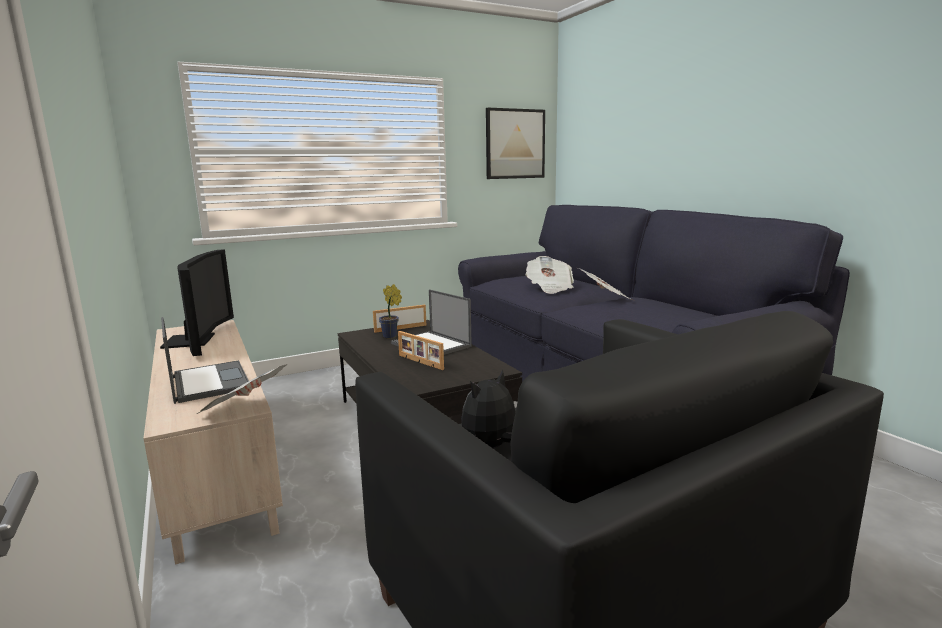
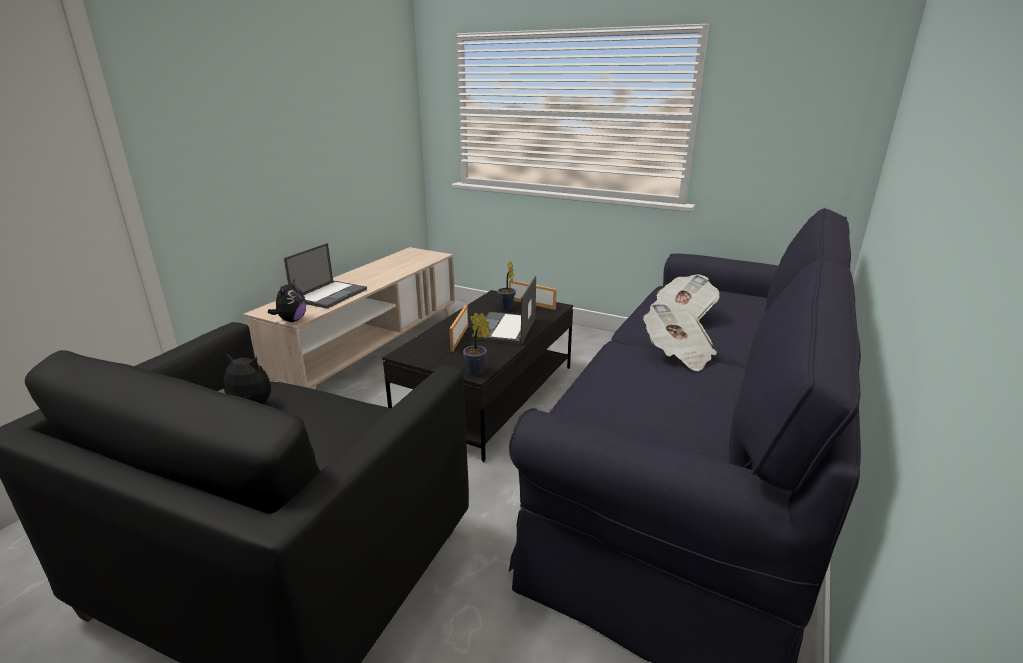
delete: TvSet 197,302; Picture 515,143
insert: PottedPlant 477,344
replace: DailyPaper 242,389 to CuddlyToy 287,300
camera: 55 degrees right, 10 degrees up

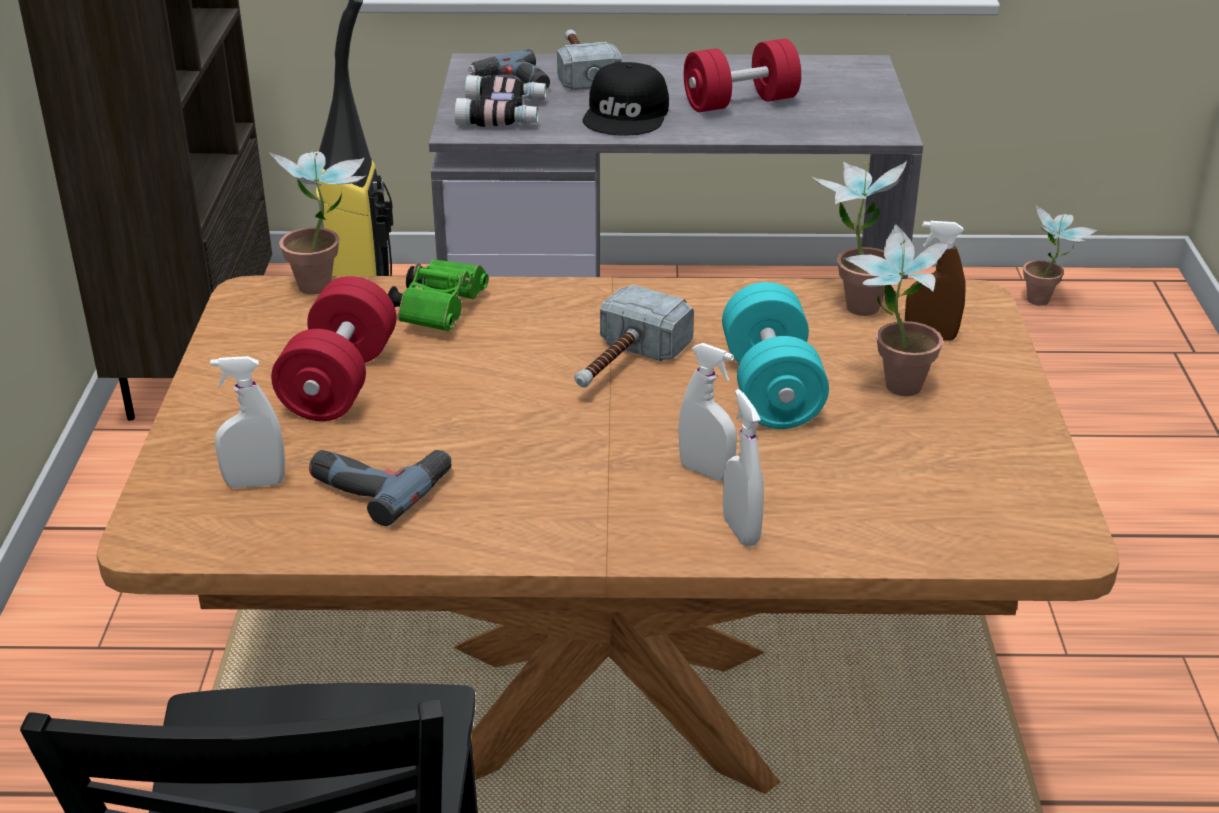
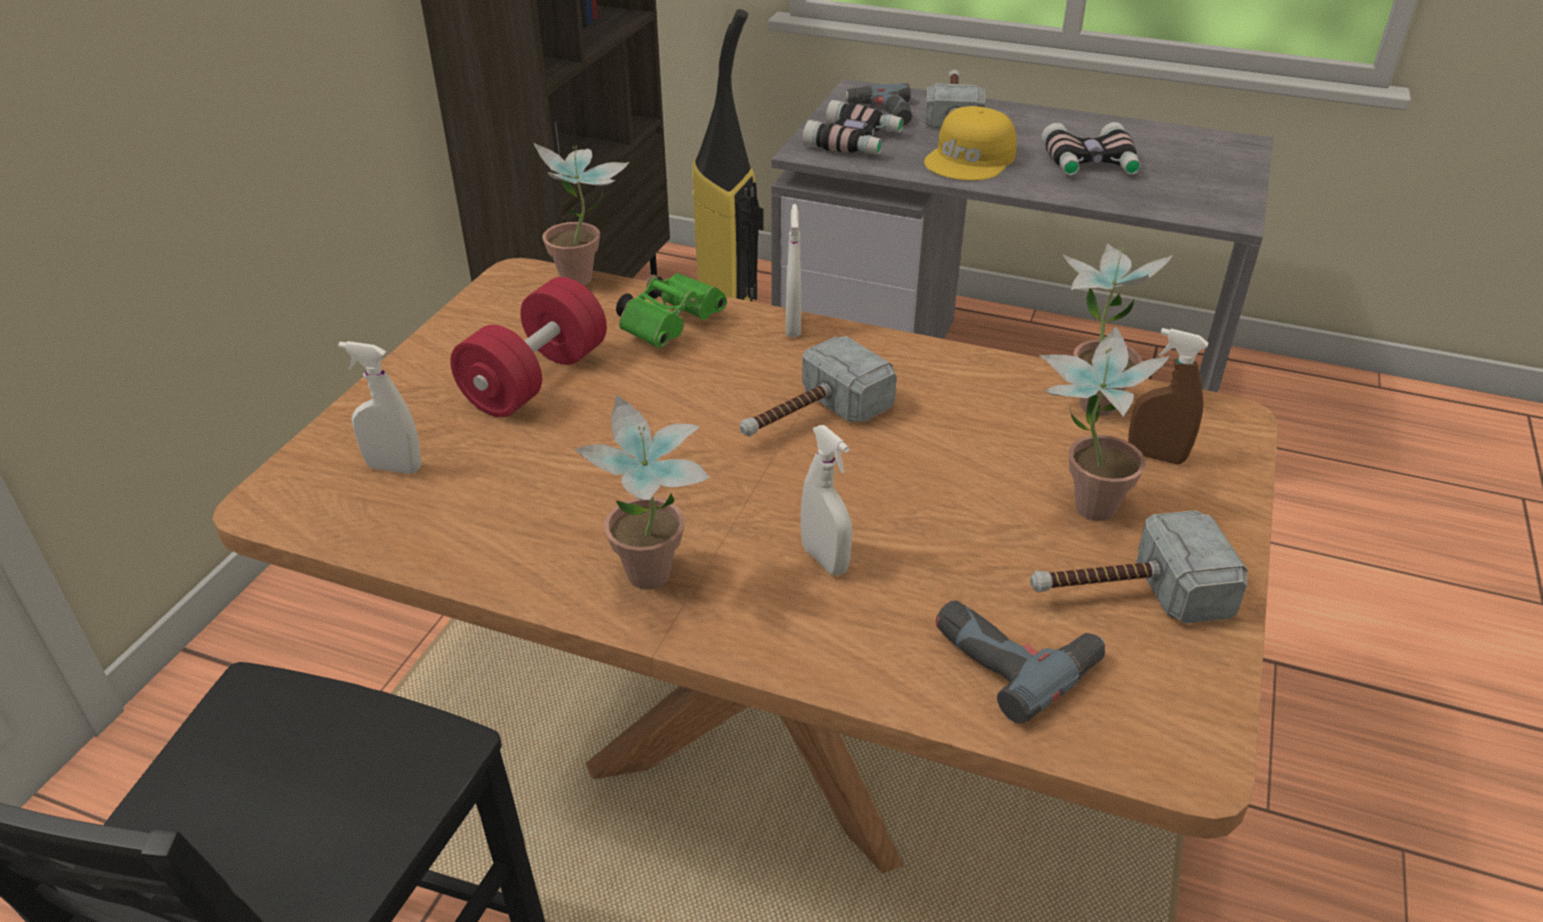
delete: BlueGreenHandWeight 775,355
insert: ToolHammer 1139,567
move: PottedPlant 1060,255 to 642,492; WhiteColouredSprayBottle 743,468 to 793,270; PowerDrill 380,488 to 1020,662
replace: RedColouredHandWeight 742,75 to PairOfBinoculars 1091,148
recolor: BlackishCap 626,99 to YellowColouredCap 970,143
camera: 20 degrees right, 5 degrees up

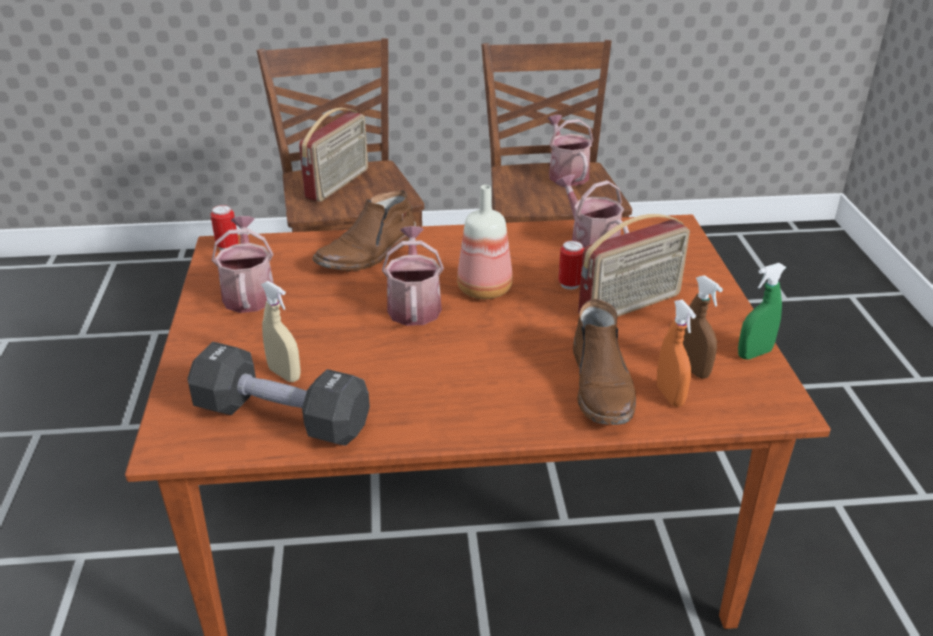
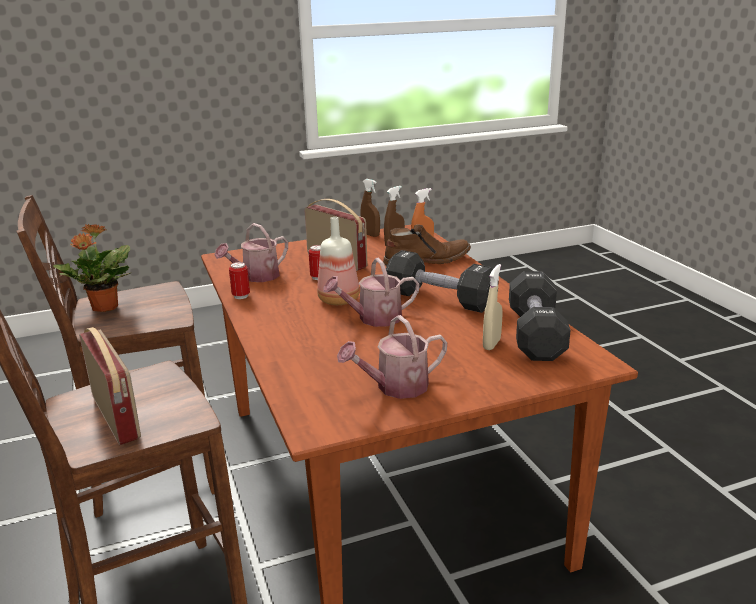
delete: BrownColouredTallBoot 364,230
insert: BlackishHandWeight 442,281
move: Can 224,227 to 239,280
replace: SprinklingCan 570,150 to PottedPlant 91,268
recolor: GreenSprayBottle 762,311 to BrownColouredSprayBottle 370,208
rotate: RadioReceiver 333,155 = 110,386 45 degrees clockwise
camera: 105 degrees left, 10 degrees down

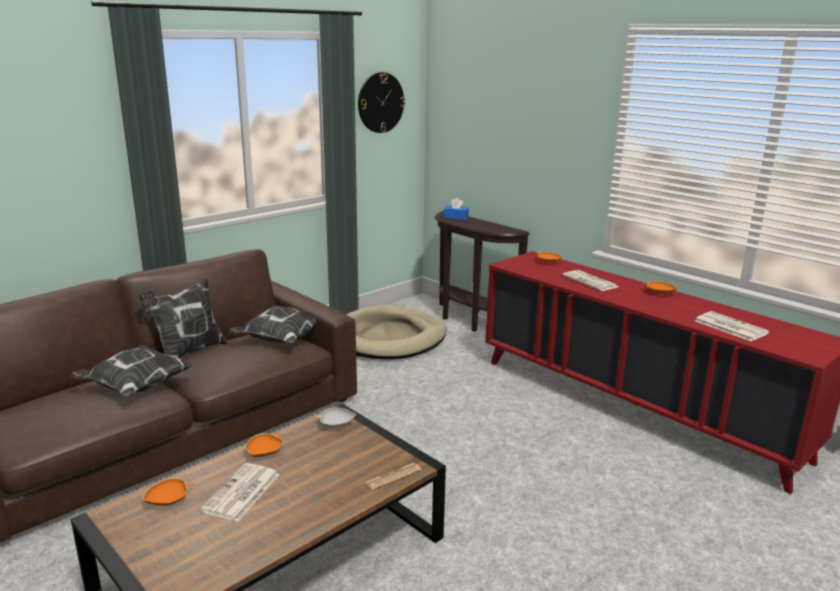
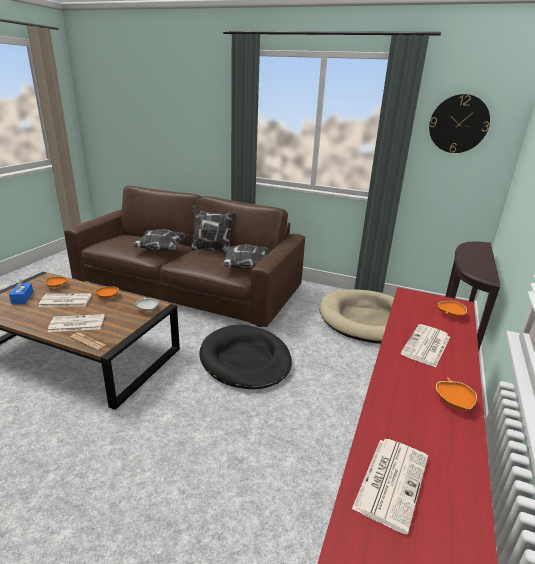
insert: DailyPaper 76,323; BlackishPetBed 245,357
move: BlueTissueHolder 456,209 to 21,291
camera: 65 degrees right, 5 degrees up

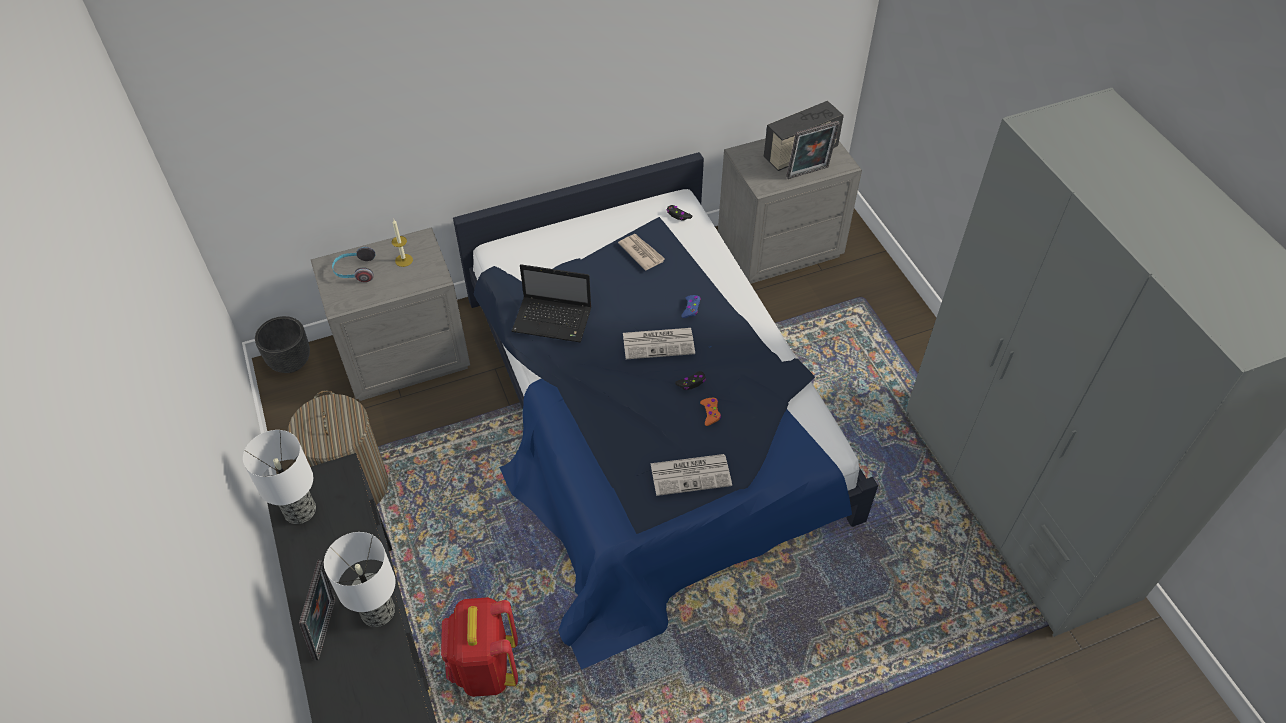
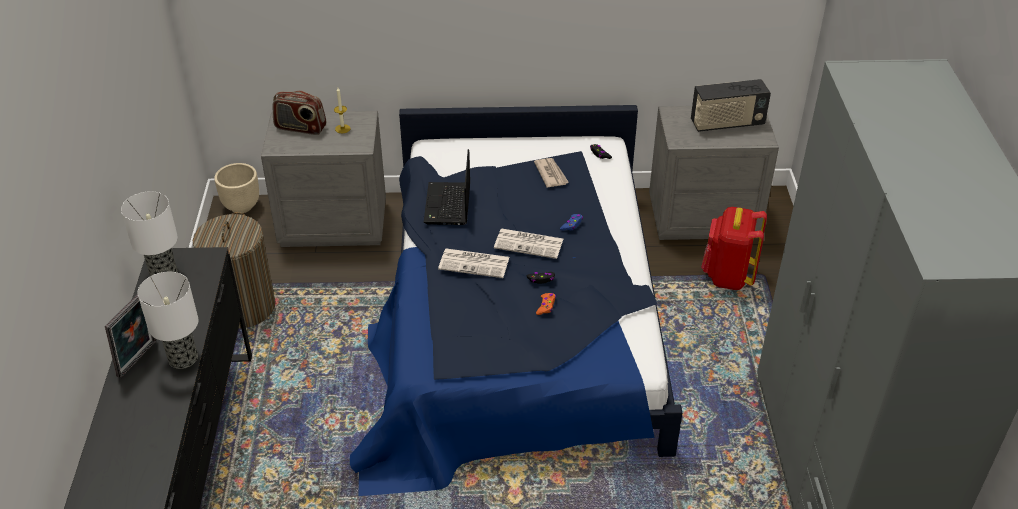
delete: StandingFrame 813,150
move: DailyPaper 691,475 to 473,263; RedColouredBackpack 479,647 to 734,248
replace: PairOfHeadphones 353,264 to RadioReceiver 299,112
recolor: BlackishPlanter 282,344 to BeigeColouredPlanter 236,188
rotate: Laptop 551,303 = 447,187 60 degrees clockwise
camera: 20 degrees right, 10 degrees down

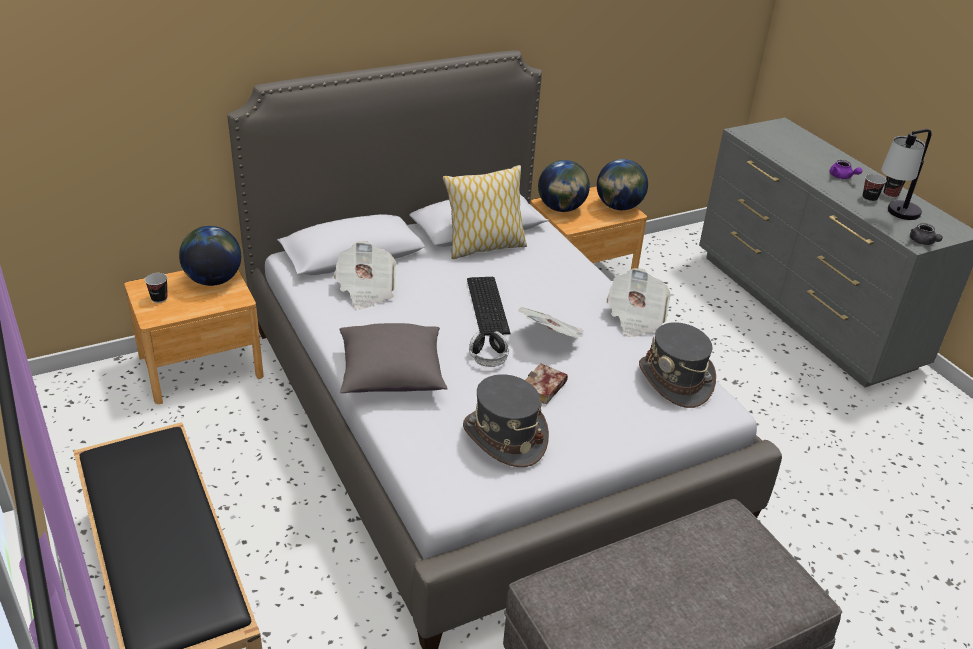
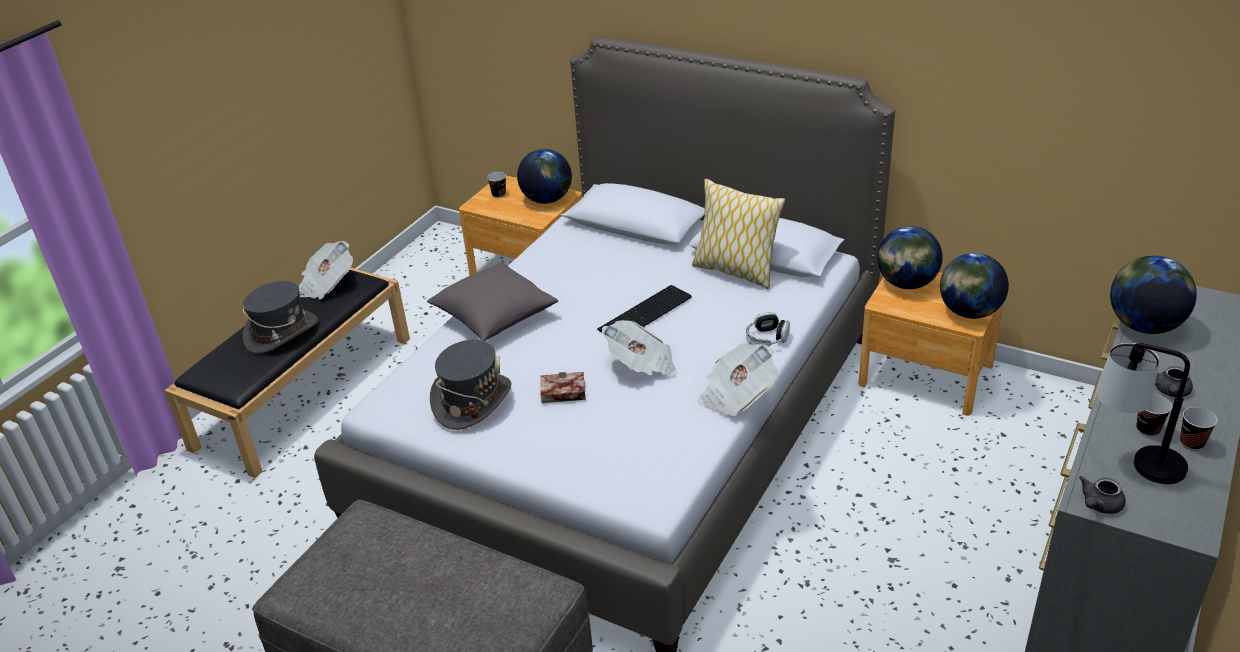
insert: WorldGlobe 1153,295
move: GrayClothingHat 677,365 to 280,317; DailyPaper 365,275 to 325,270; PairOfHeadphones 489,349 to 768,329
recolor: PurplishTeaPot 845,169 to GrayTeaPot 1174,381
camera: 60 degrees right, 0 degrees up

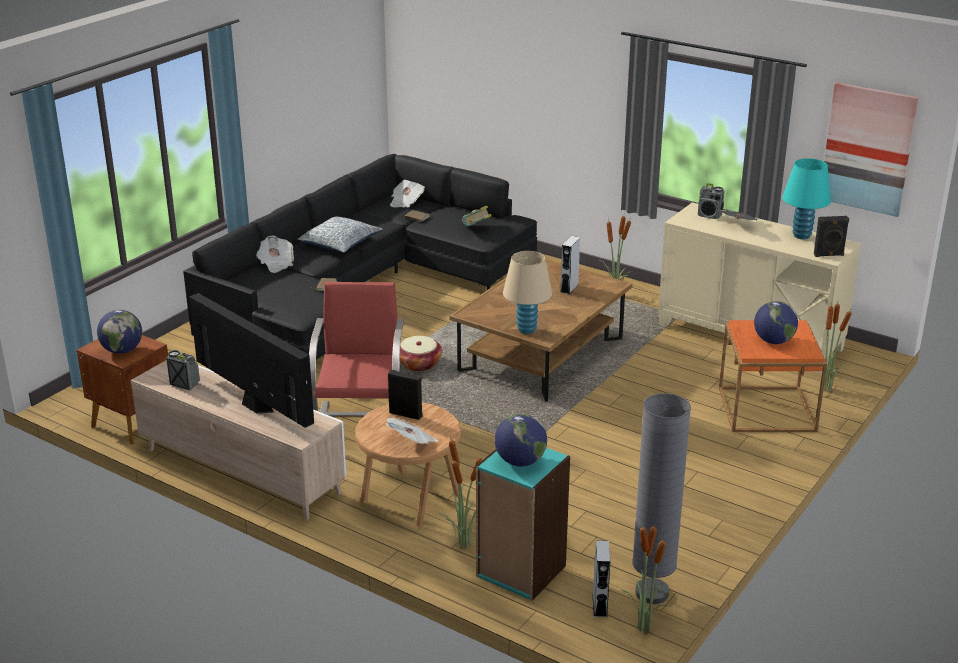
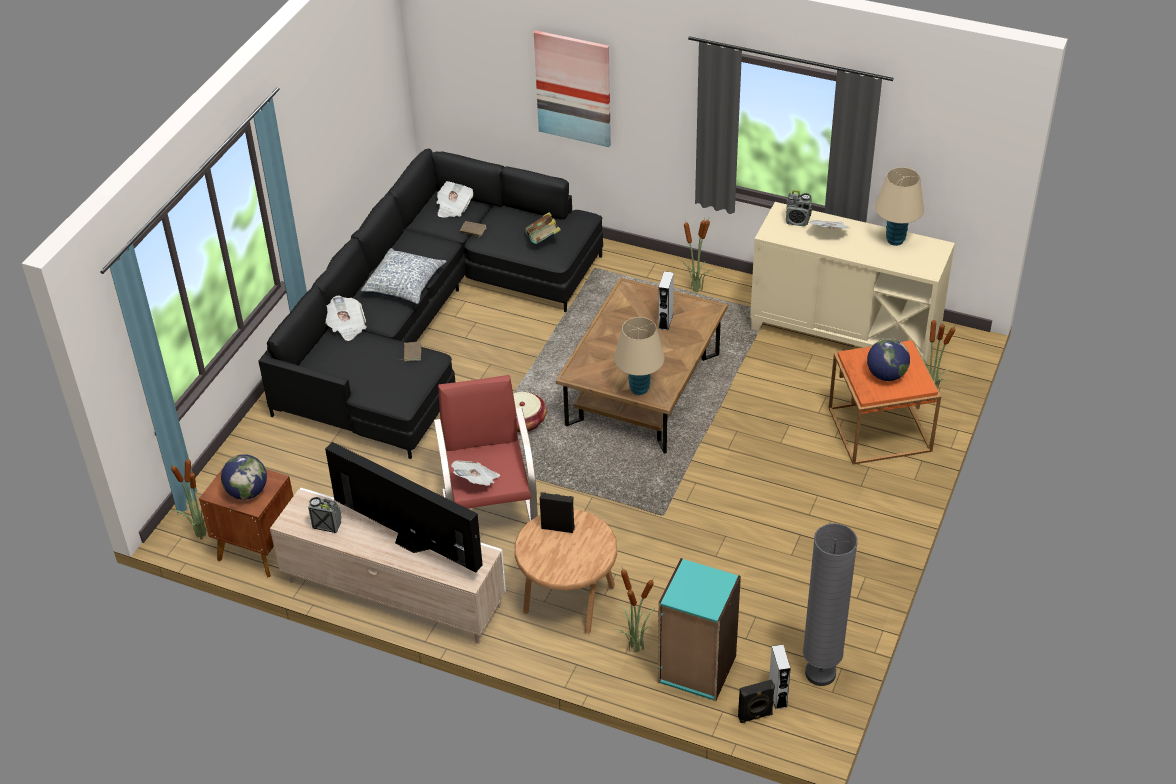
delete: WorldGlobe 521,440
move: PottedPlant 644,578 to 189,499; DailyPaper 411,431 to 475,473; Picture 871,149 to 572,88; BlackishLoudspeaker 831,236 to 756,701
recolor: BlueGreenTableLamp 806,198 to BeigeColouredTableLamp 899,206
camera: 10 degrees left, 15 degrees up

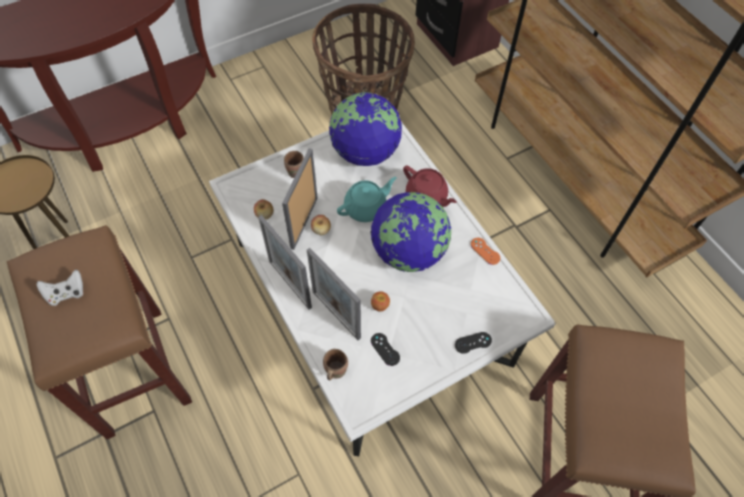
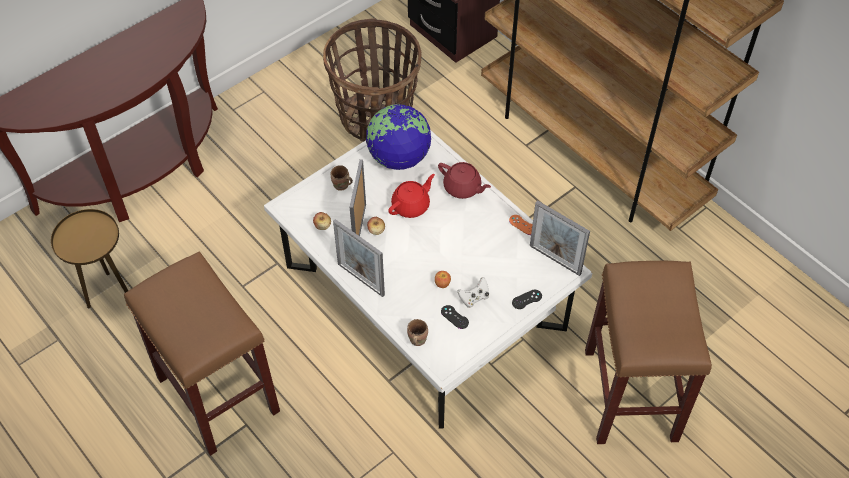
delete: WorldGlobe 410,232
move: WhiteColouredGamepad 60,287 to 473,292; StandingFrame 334,294 to 560,238
recolor: BlueGreenTeaPot 367,199 to RedColouredTeaPot 411,196
camera: 10 degrees left, 5 degrees down

